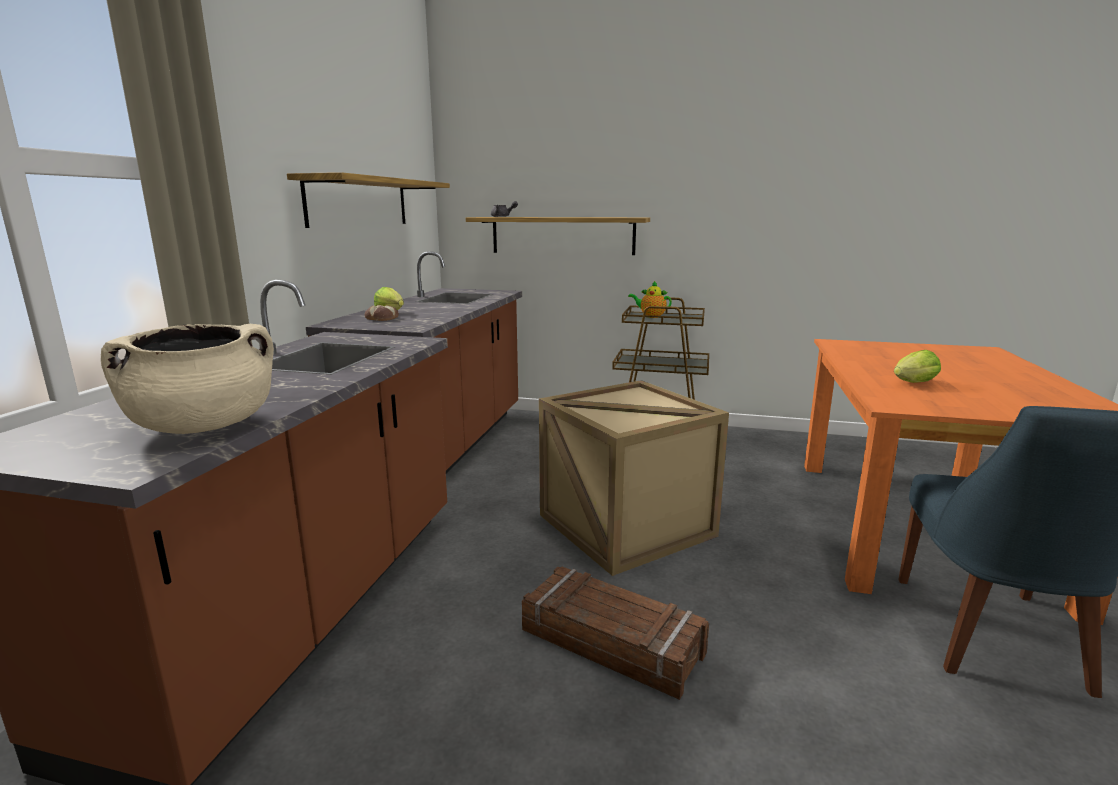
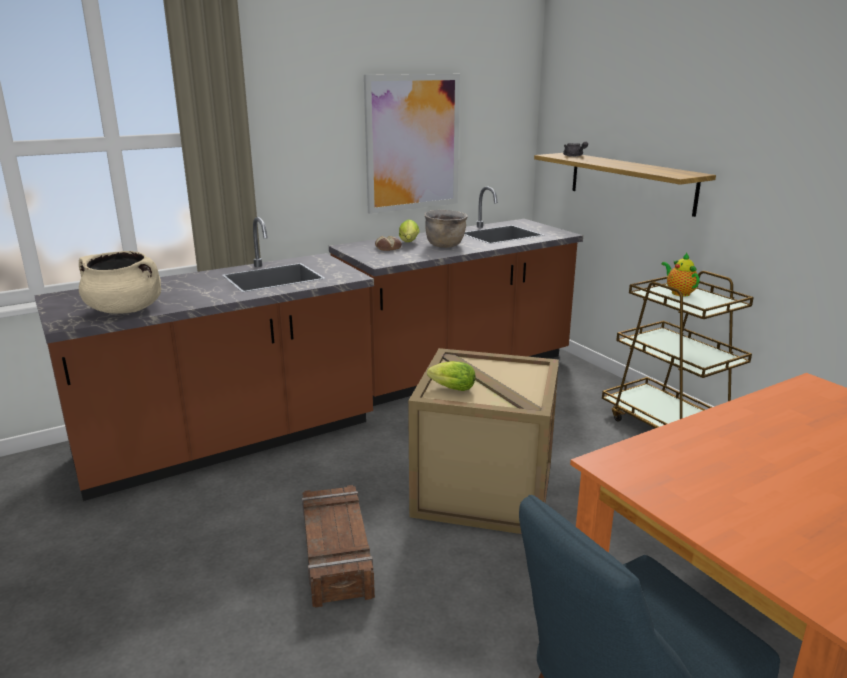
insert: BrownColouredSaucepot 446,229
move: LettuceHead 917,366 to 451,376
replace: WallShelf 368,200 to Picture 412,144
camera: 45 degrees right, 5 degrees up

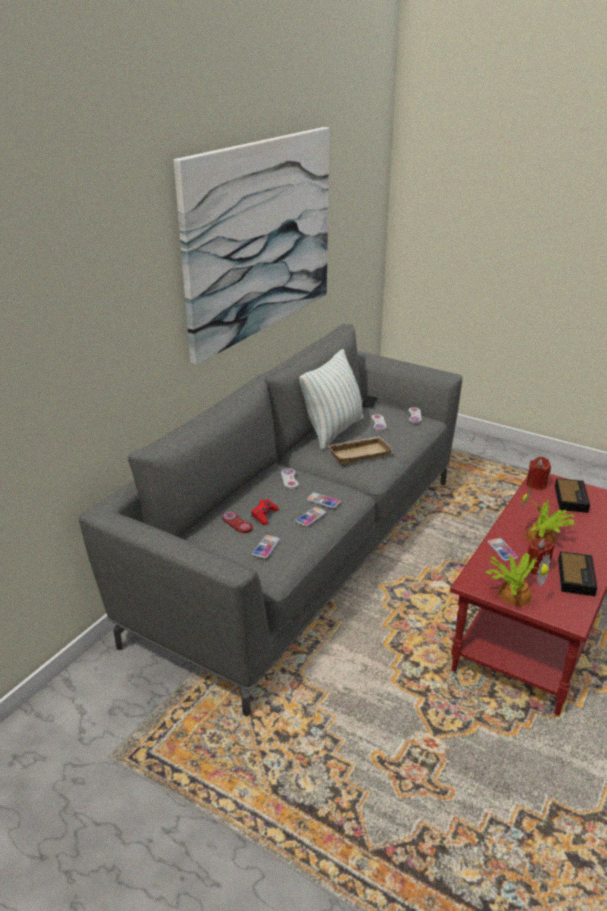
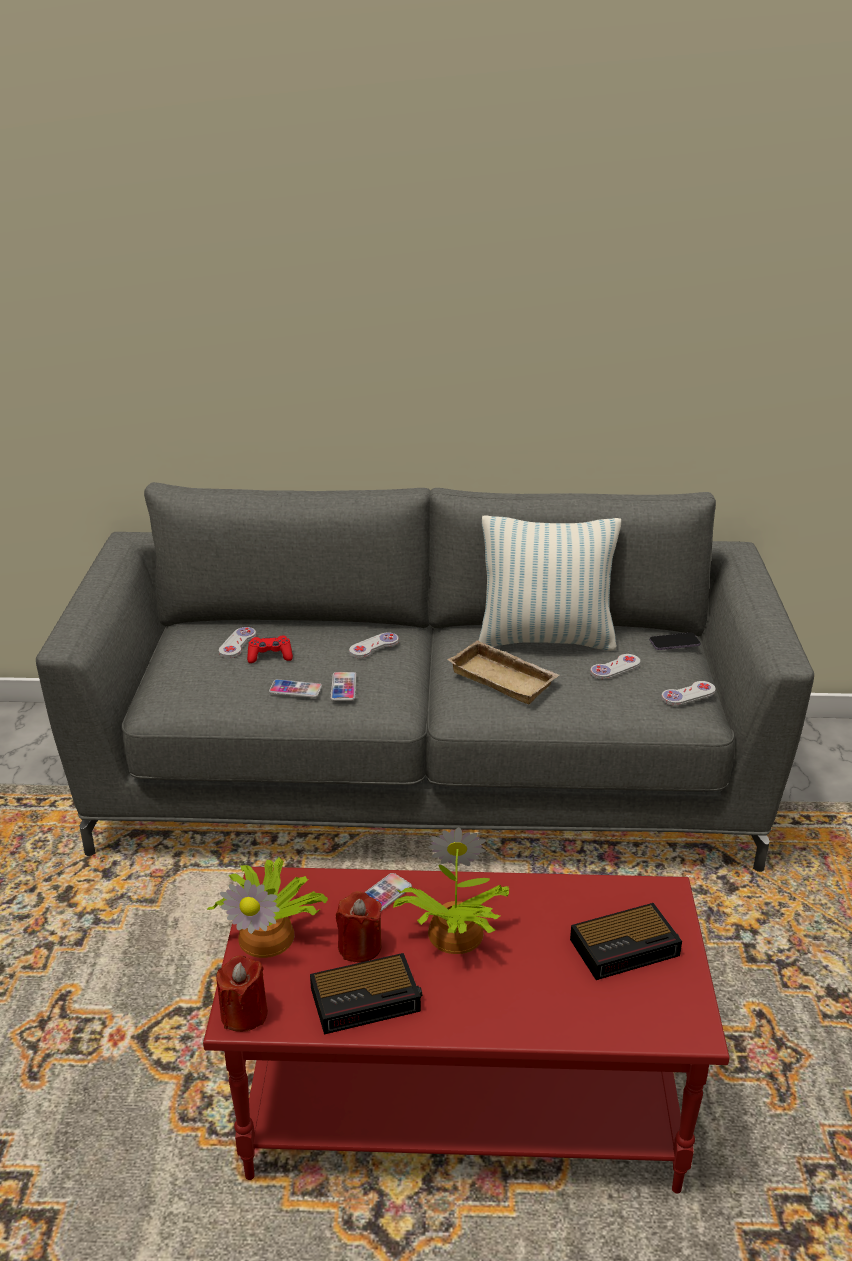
delete: Picture 251,246; Telephone 266,546
move: RedColouredWaxLight 539,473 to 242,993
recolor: RedColouredGamepad 237,522 to WhiteColouredGamepad 237,642
camera: 60 degrees right, 0 degrees up

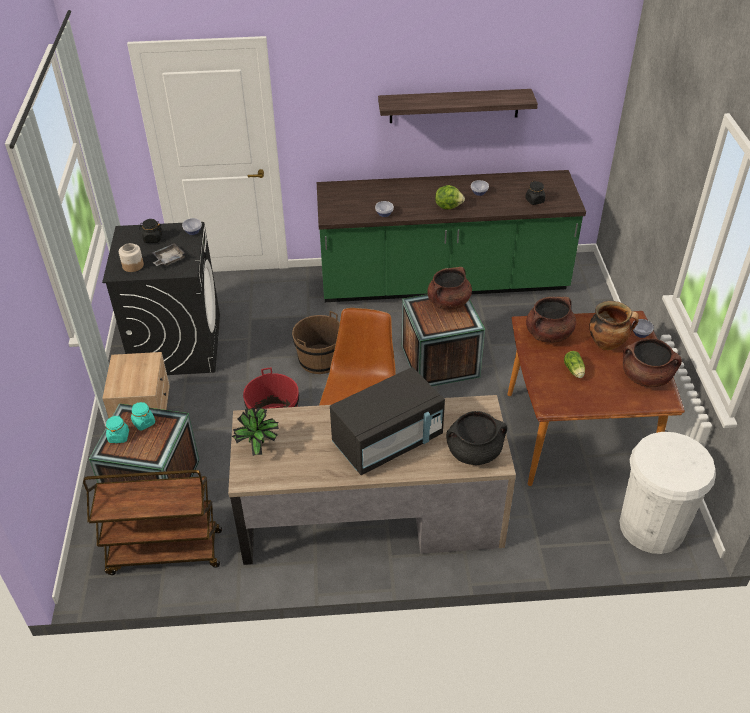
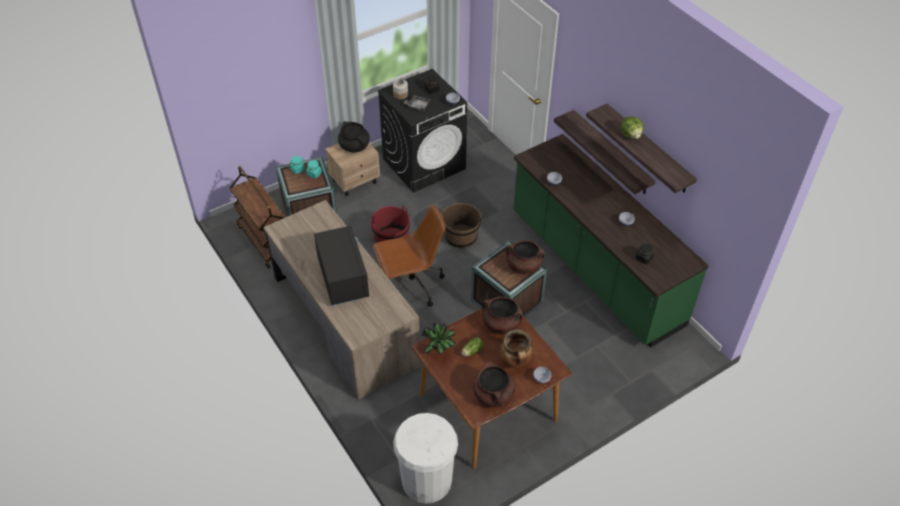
insert: WallShelf 605,152
move: BlackishSaucepot 476,438 to 354,137; PottedPlant 255,432 to 439,338; LettuceHead 450,197 to 632,127
rotate: BlackishKitchenMicrowave 387,421 = 341,265 135 degrees counterclockwise
camera: 60 degrees right, 5 degrees up

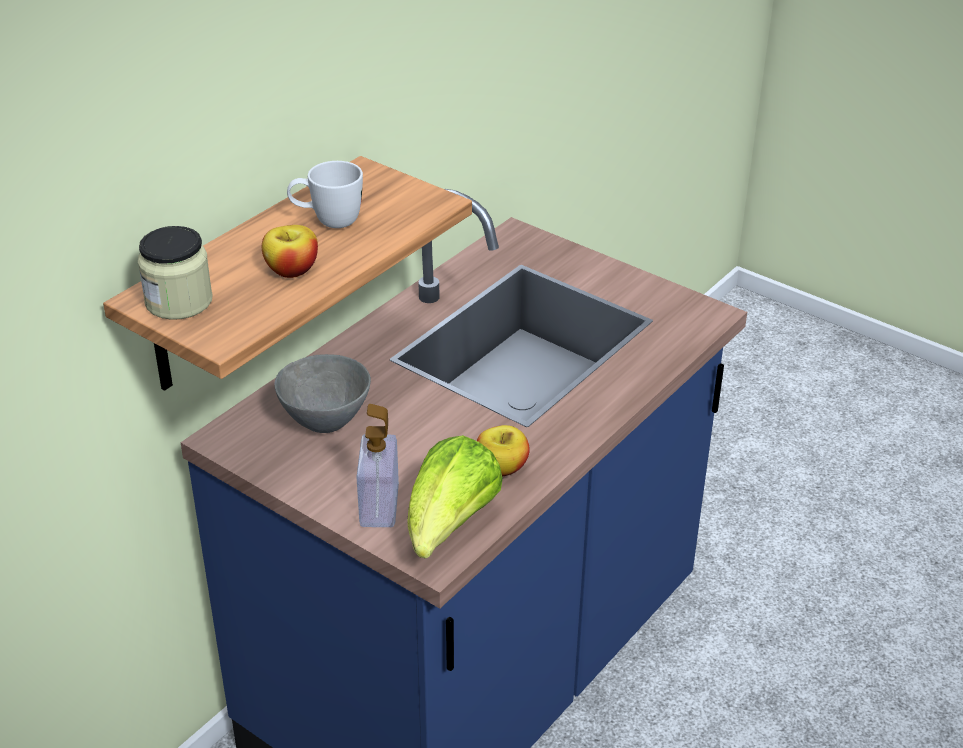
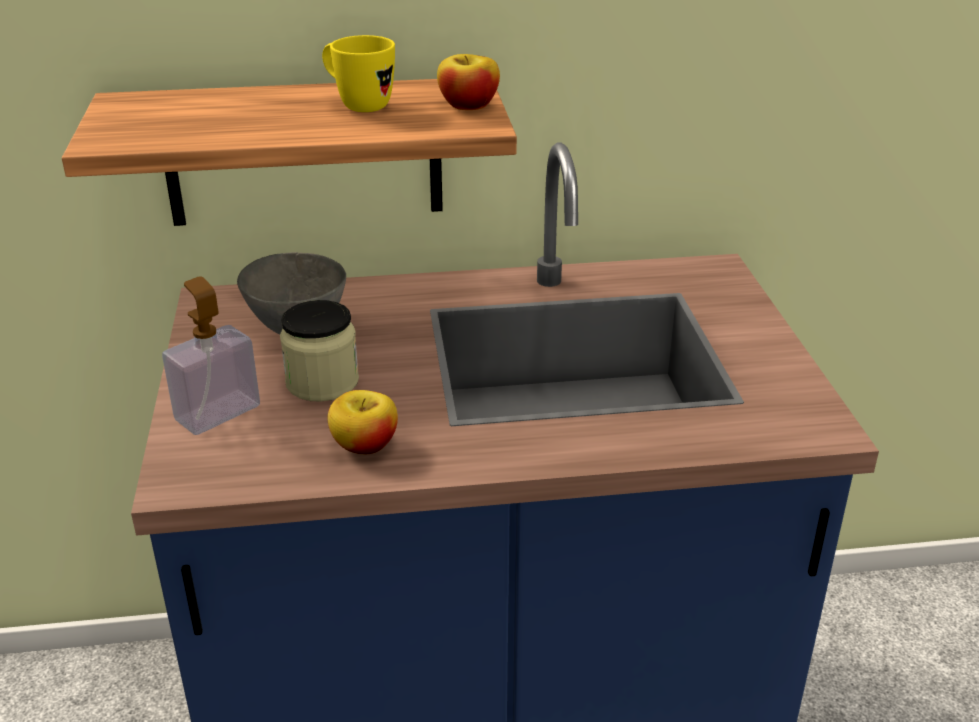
delete: LettuceHead 455,497
move: StorageJar 175,273 to 319,351; AppleFruit 290,251 to 468,82
recolor: WhiteColouredTeaMug 325,194 to YellowColouredTeaMug 358,73
camera: 45 degrees right, 5 degrees down

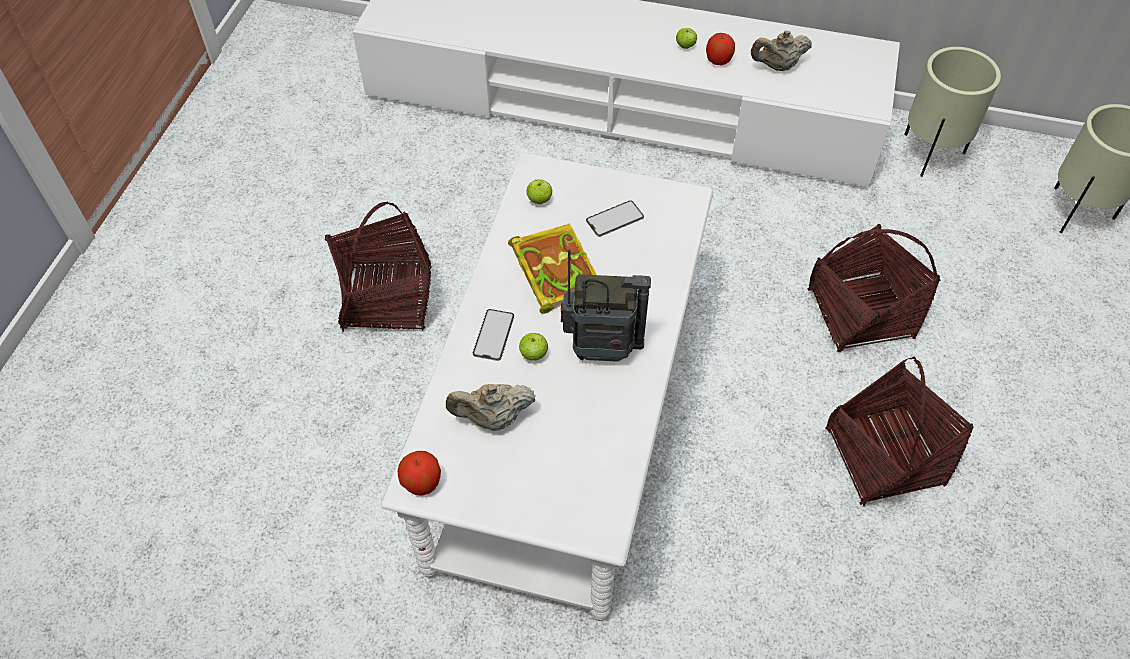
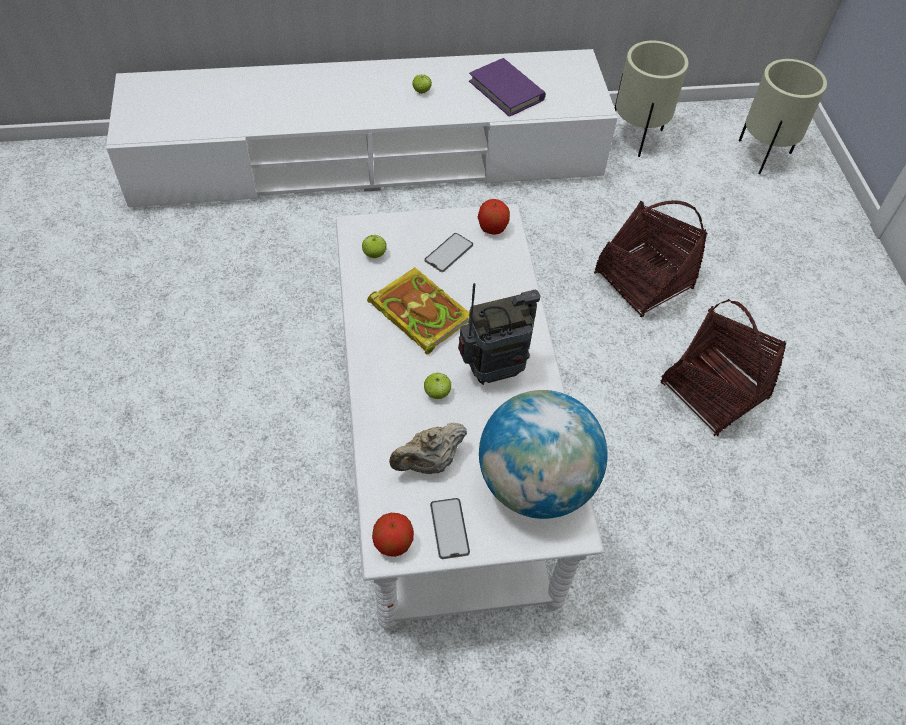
delete: StorageBasket 378,267
insert: WorldGlobe 543,454
move: Telephone 493,335 to 450,528; AppleFruit 720,49 to 494,217
replace: BeigeColouredTeaPot 781,50 to PurplishBook 507,87
camera: 25 degrees left, 0 degrees up

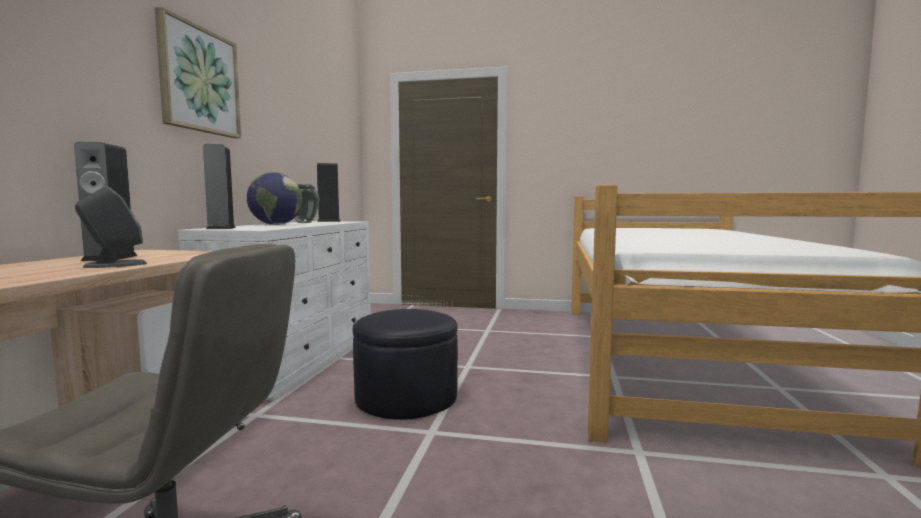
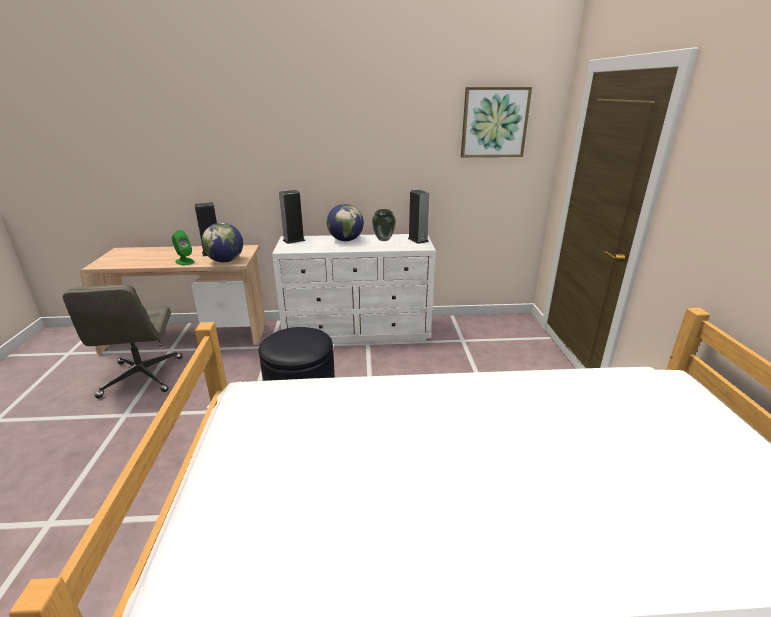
insert: WorldGlobe 222,242
move: Picture 198,73 to 496,122
recolor: GrayLoudspeaker 111,227 to GreenLoudspeaker 183,247
camera: 75 degrees right, 20 degrees up

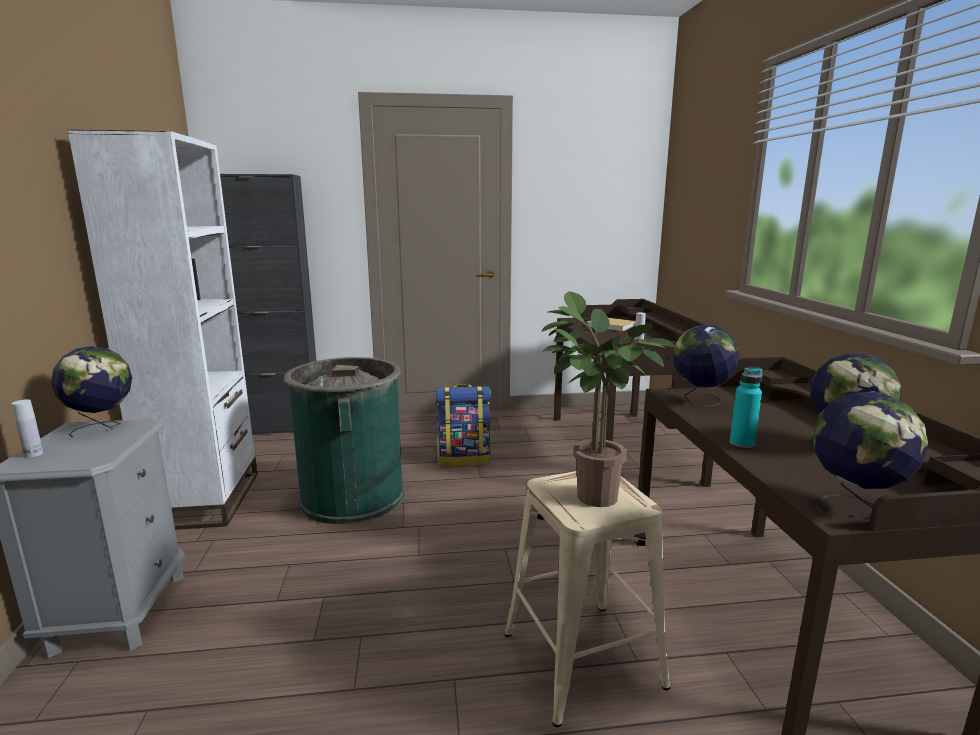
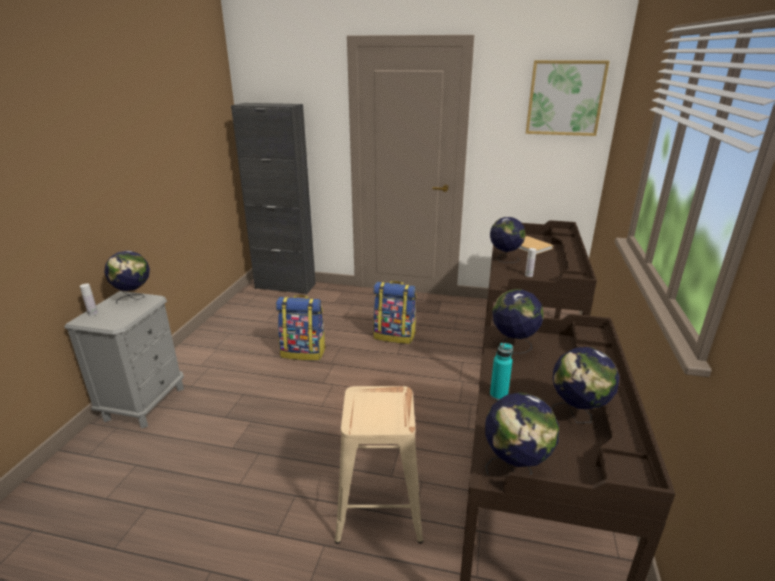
delete: WhiteColouredBookshelf 162,330; PottedPlant 607,399
insert: WorldGlobe 508,240; Picture 568,98
replace: GreenRubbishBin 344,440 to Backpack 301,327
camera: 20 degrees right, 10 degrees up

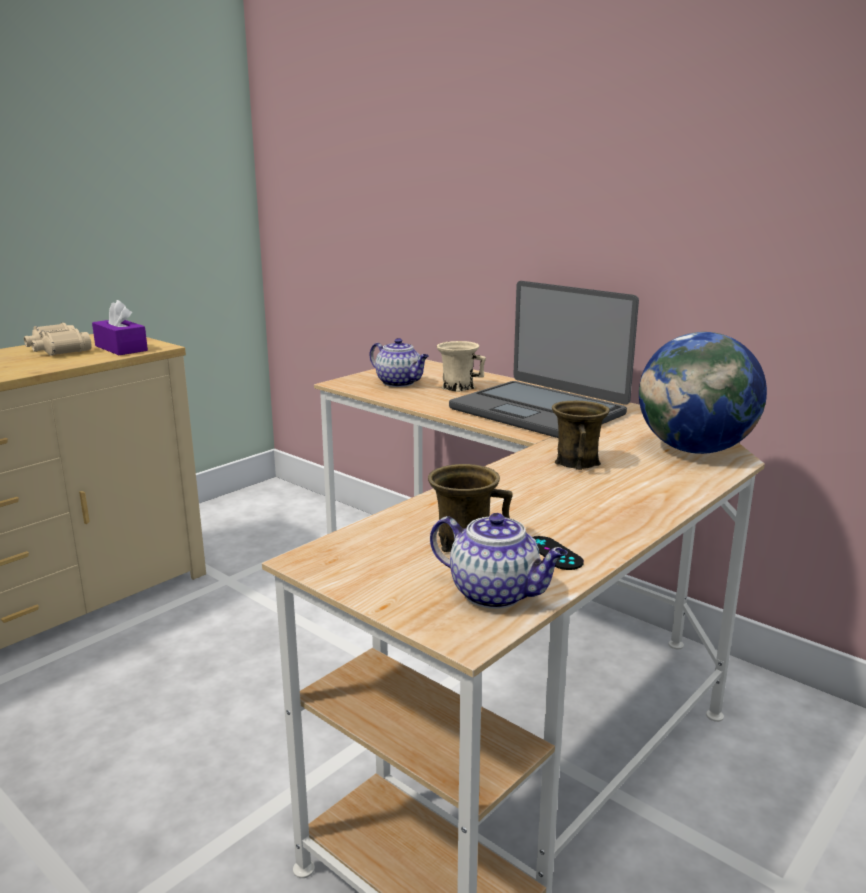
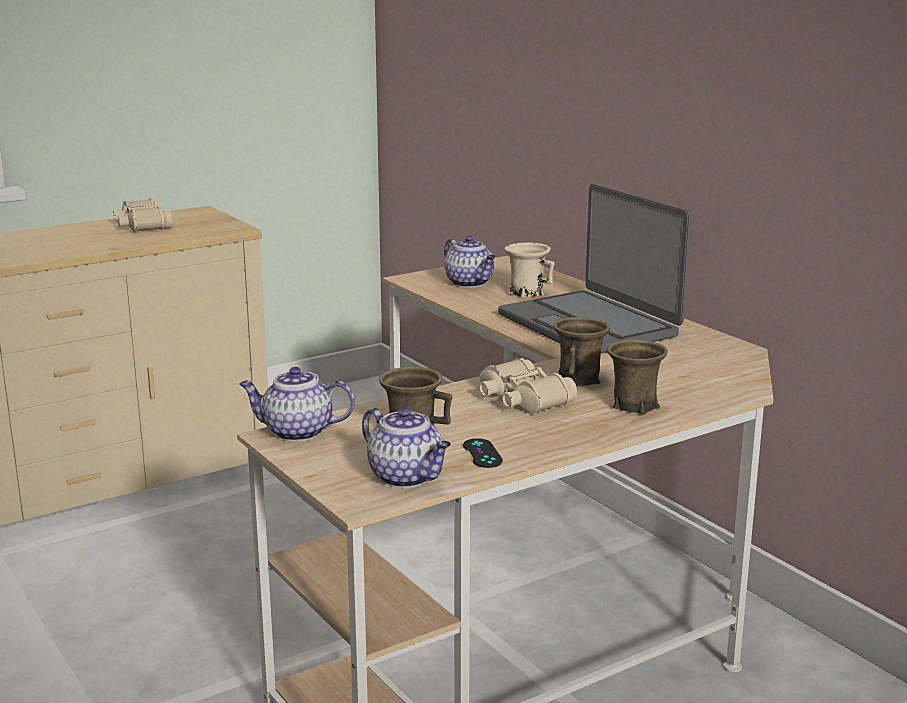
delete: PurplishTissueHolder 120,327; WorldGlobe 703,393
insert: TeaPot 297,404; BeigeColouredPairOfBinoculars 528,386; BrownColouredTeaMug 637,376
camera: 15 degrees right, 0 degrees up

